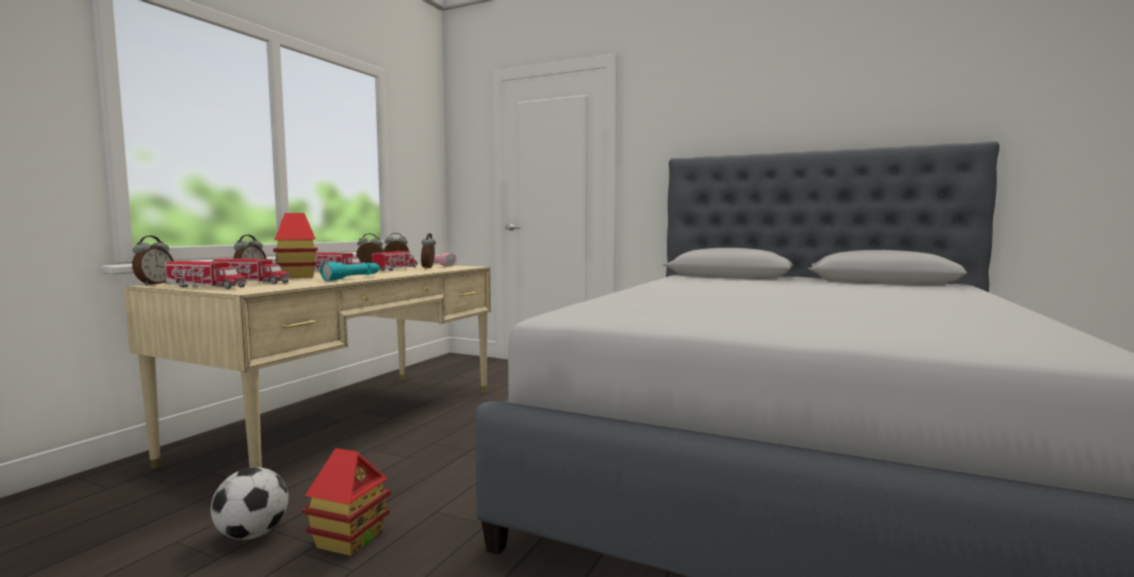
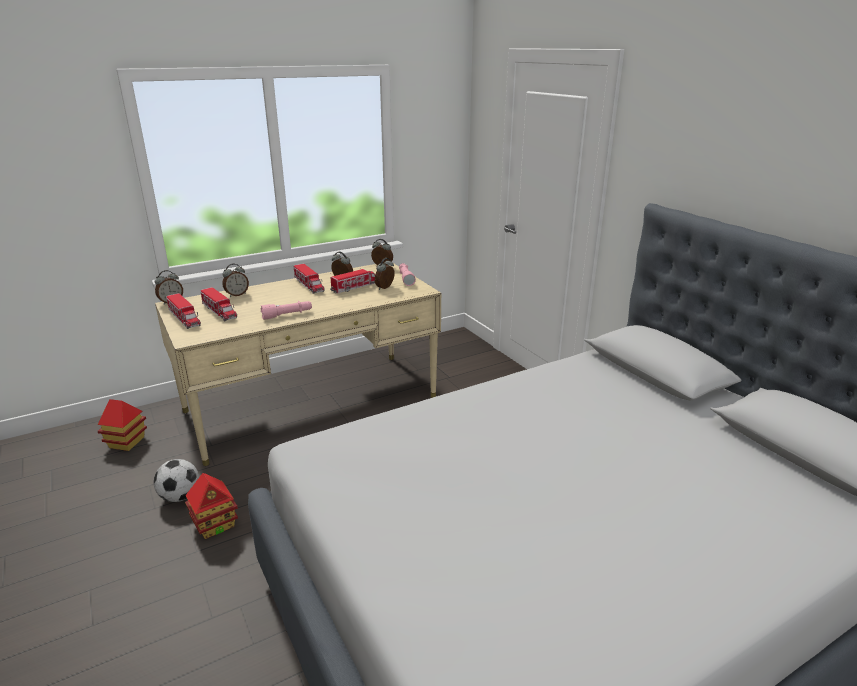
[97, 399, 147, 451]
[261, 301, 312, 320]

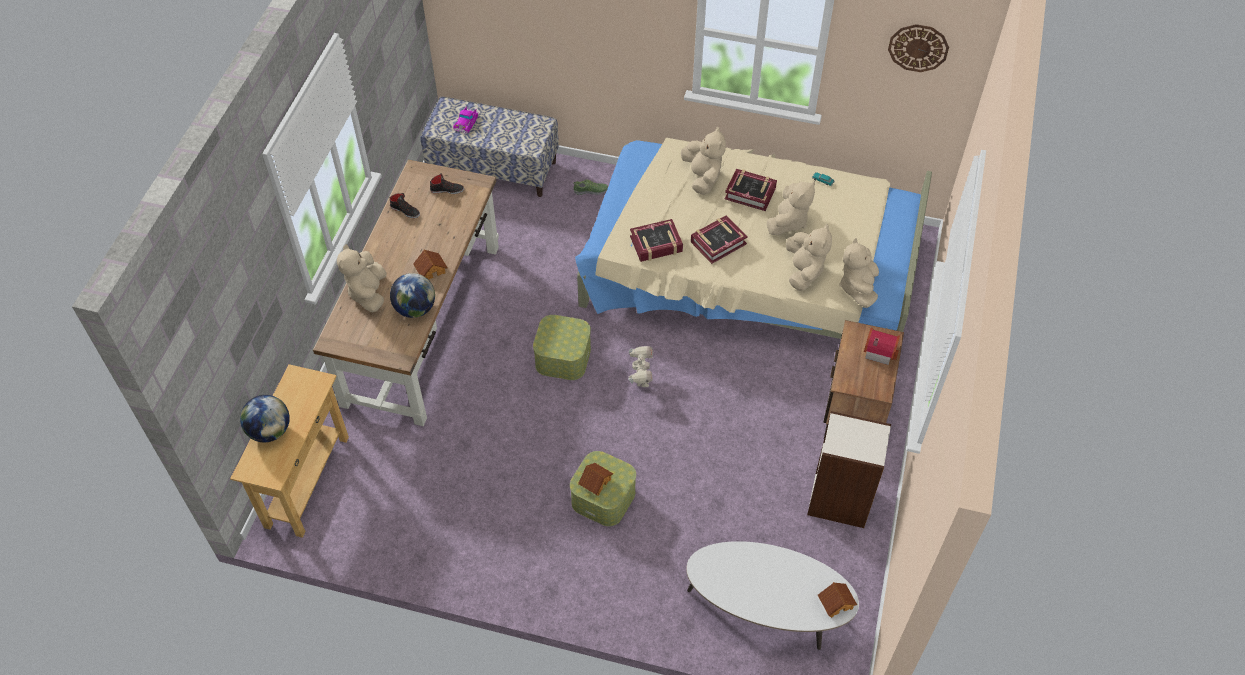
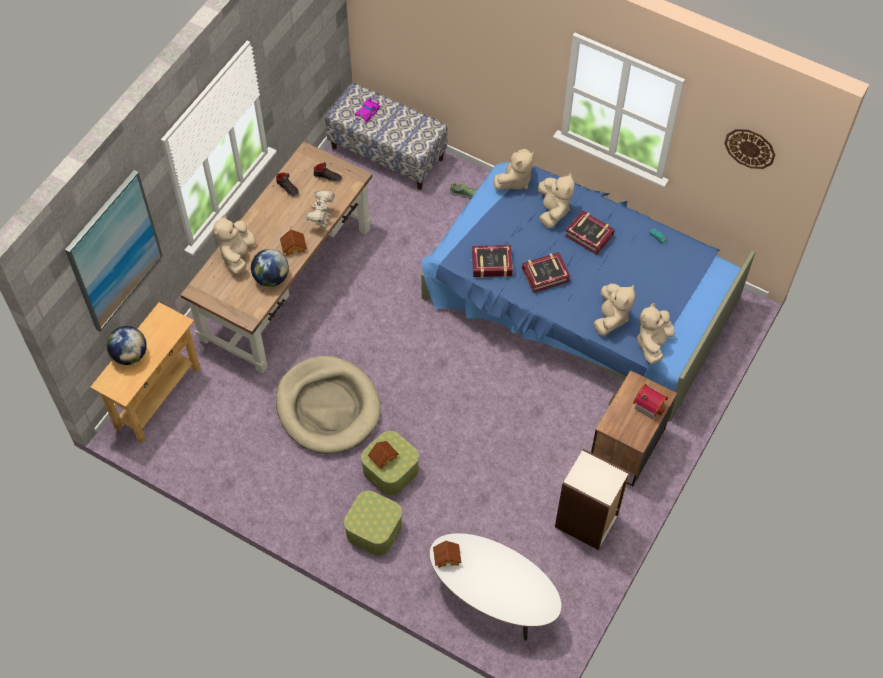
[65, 170, 163, 331]
[276, 356, 381, 454]
[344, 491, 402, 556]
[305, 191, 335, 227]
[494, 149, 535, 190]
[433, 540, 462, 568]
[421, 161, 755, 422]

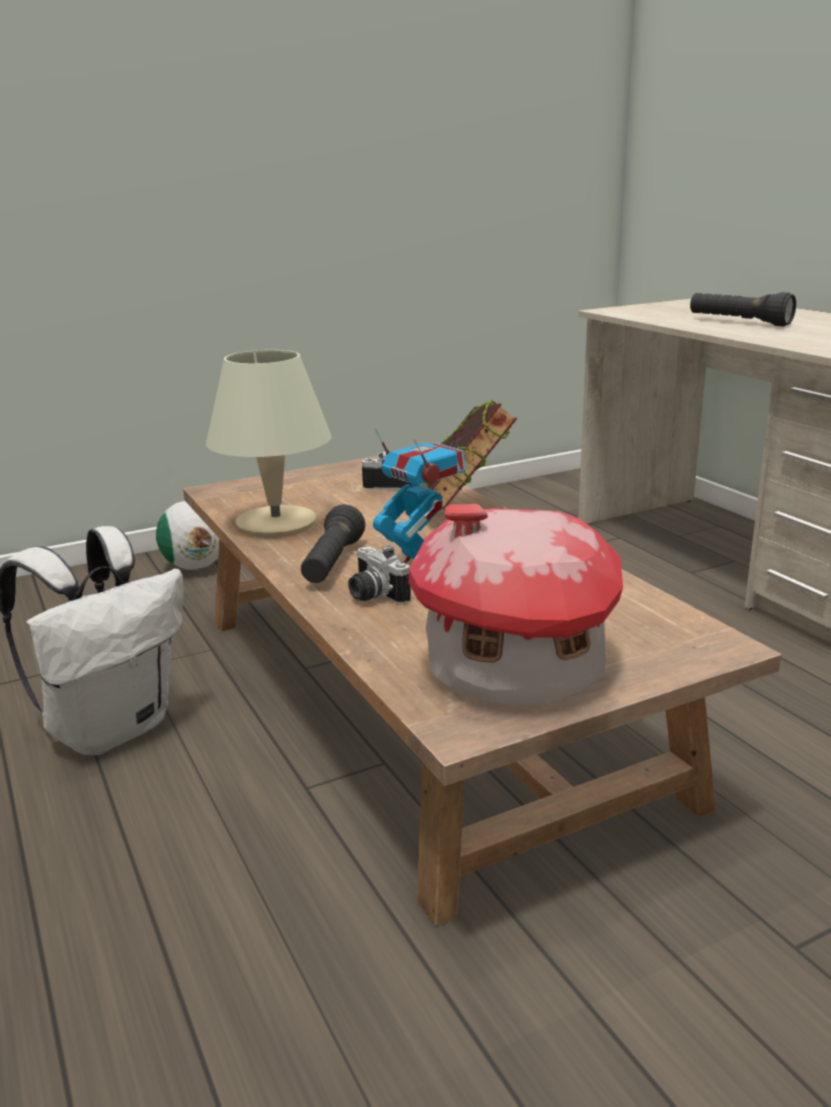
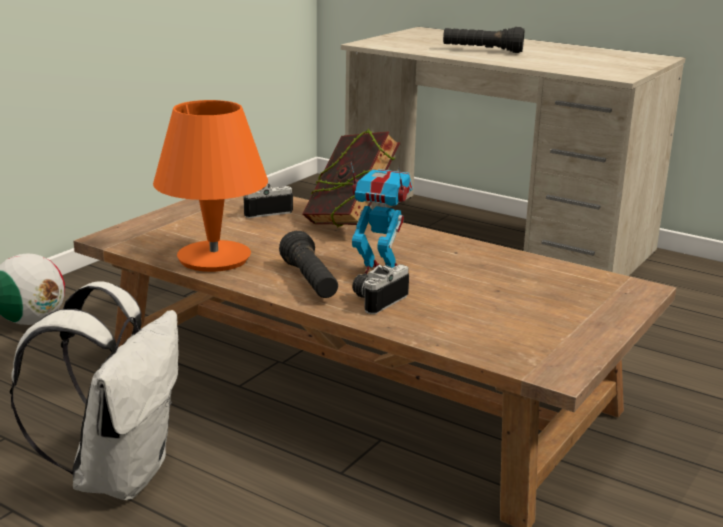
[408, 504, 623, 705] (first image)
[153, 100, 268, 272]
[352, 264, 409, 314]

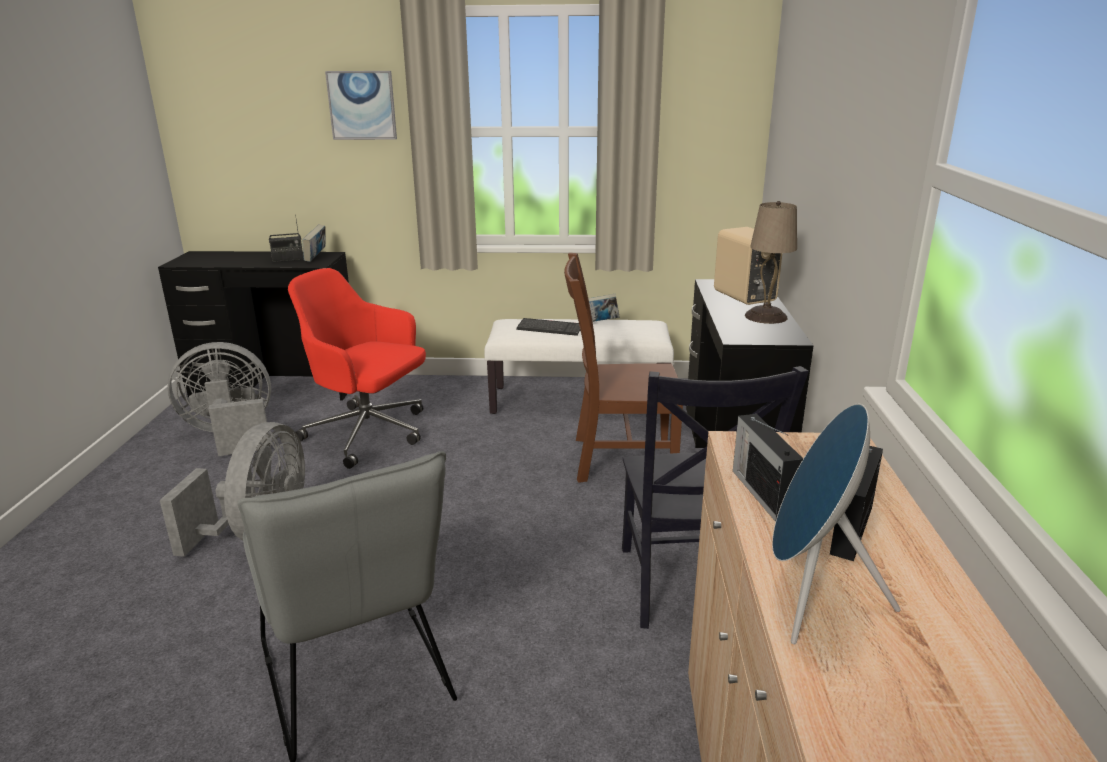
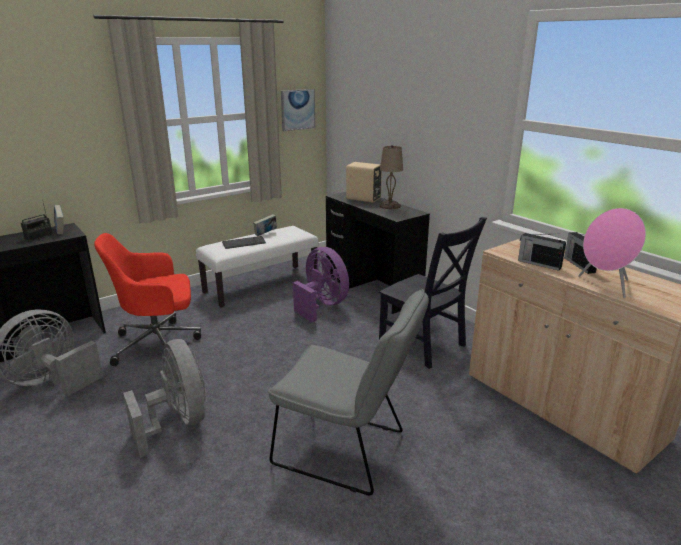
[281, 89, 315, 131]
[293, 247, 349, 322]
[578, 208, 646, 298]

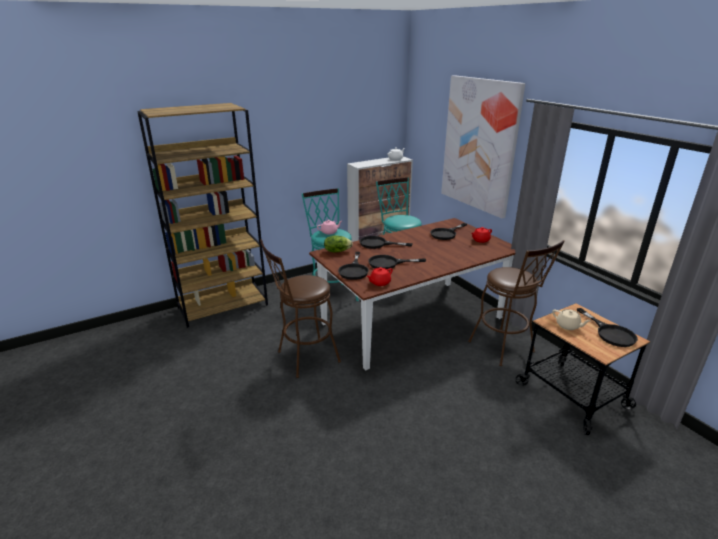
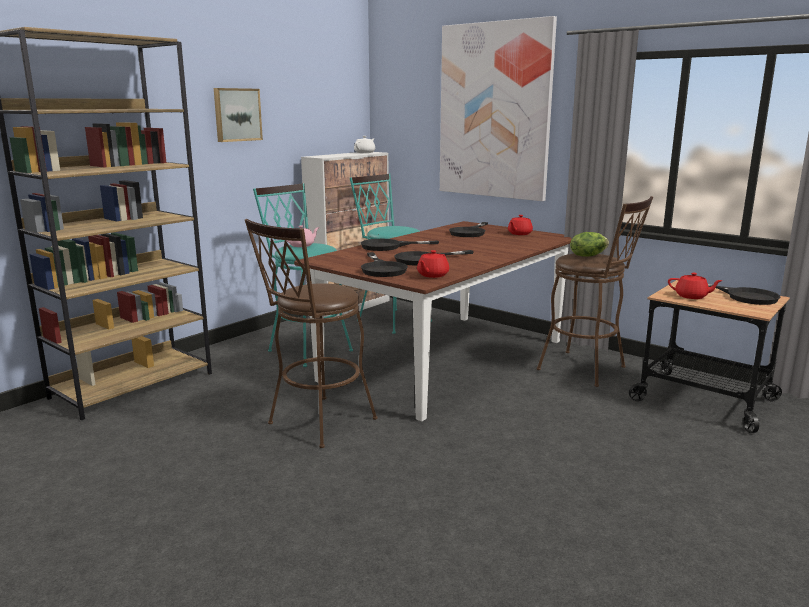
[214, 88, 263, 142]
[570, 232, 609, 257]
[668, 273, 723, 299]

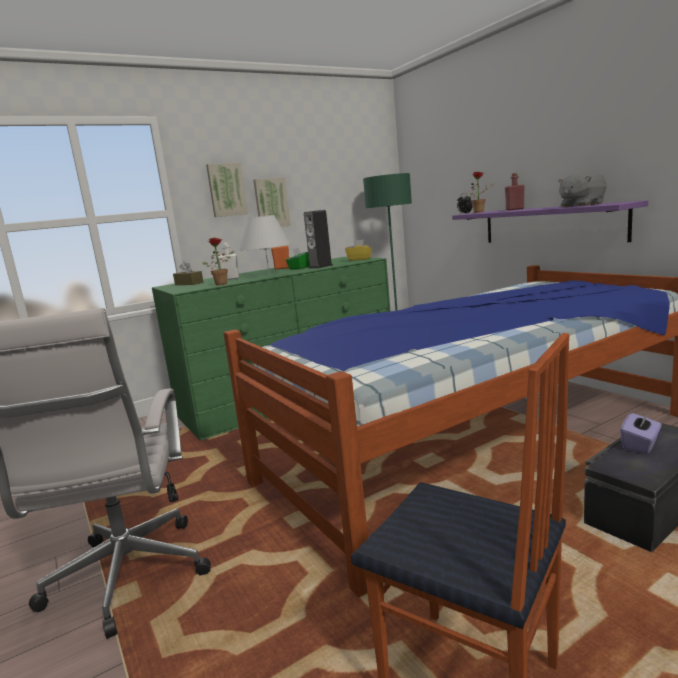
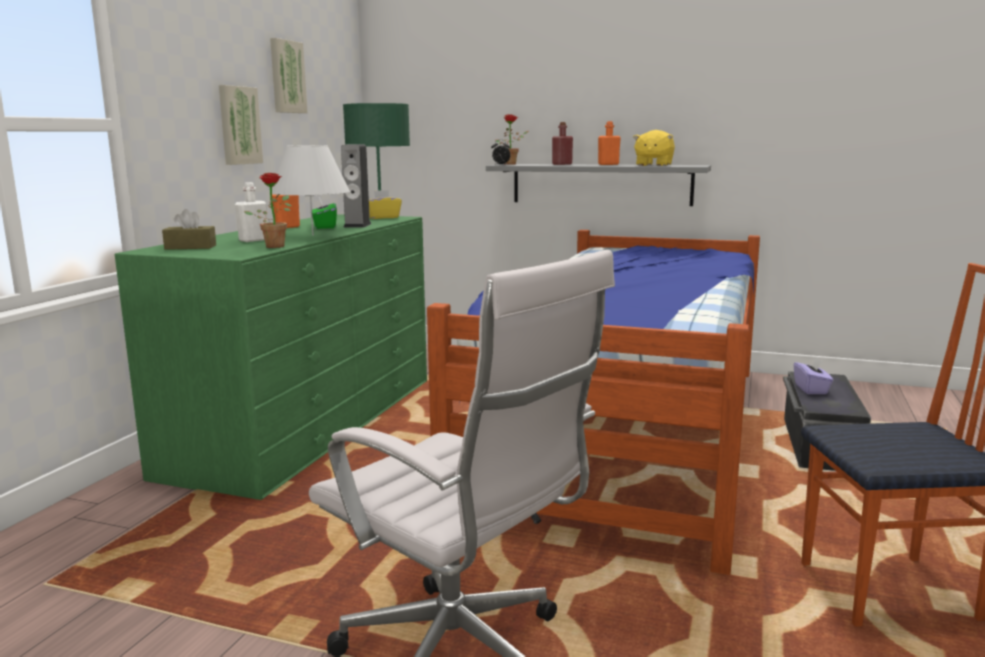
[598, 121, 621, 165]
[270, 38, 308, 113]
[486, 164, 711, 206]
[633, 130, 675, 166]

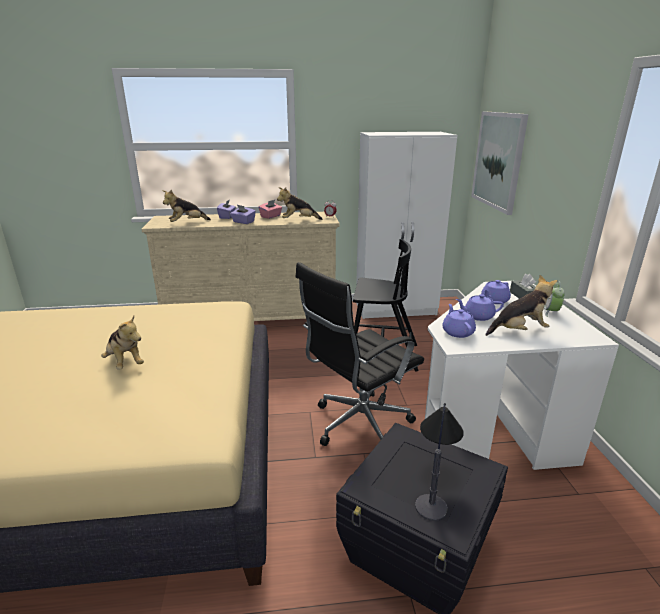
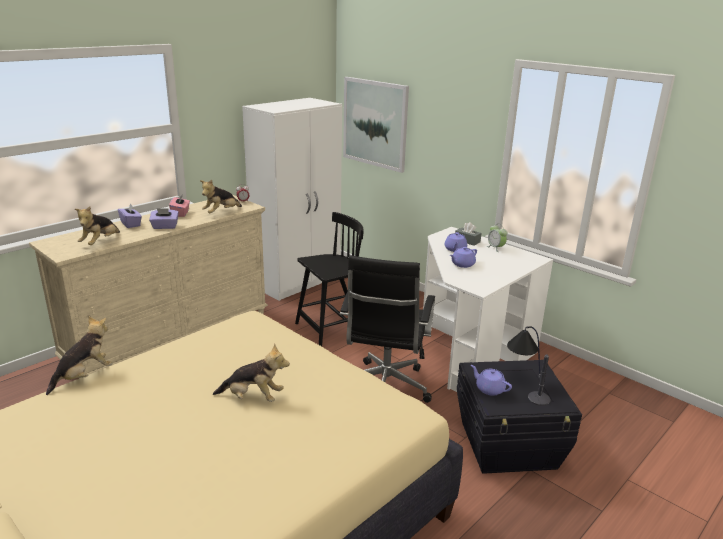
[471, 365, 512, 396]
[46, 316, 113, 395]

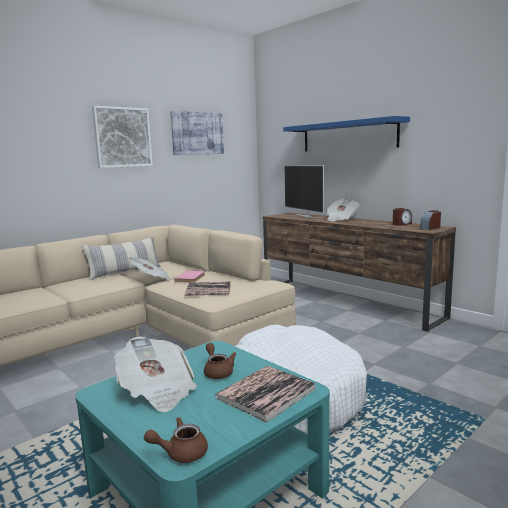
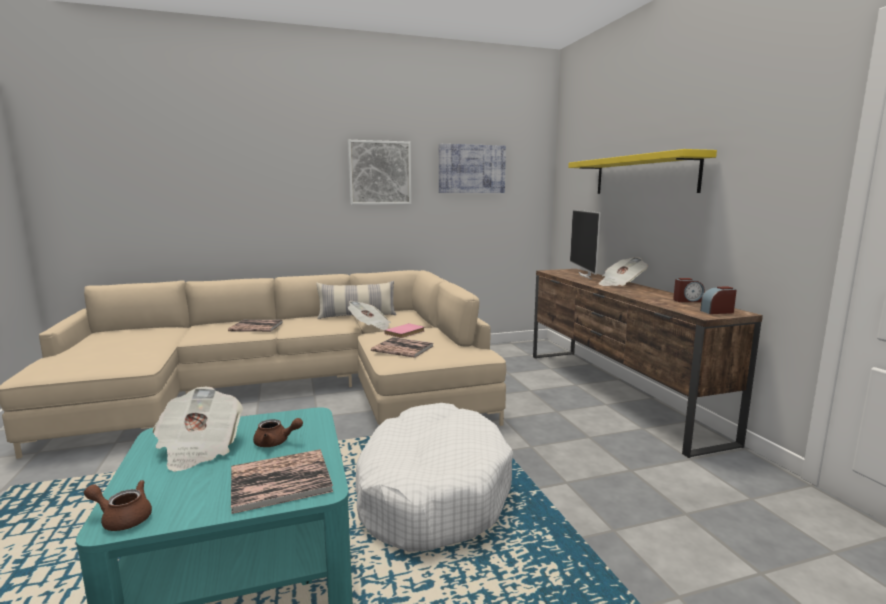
[228, 320, 283, 332]
[568, 149, 717, 194]
[253, 418, 303, 447]

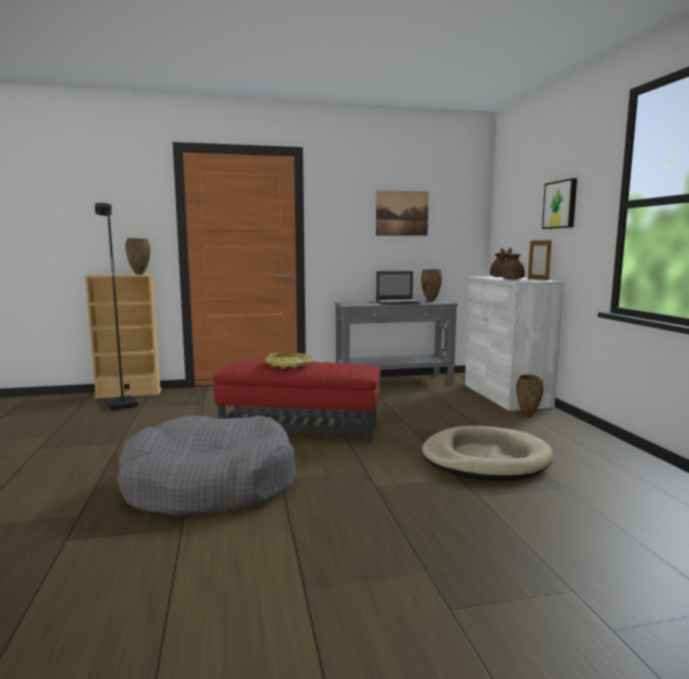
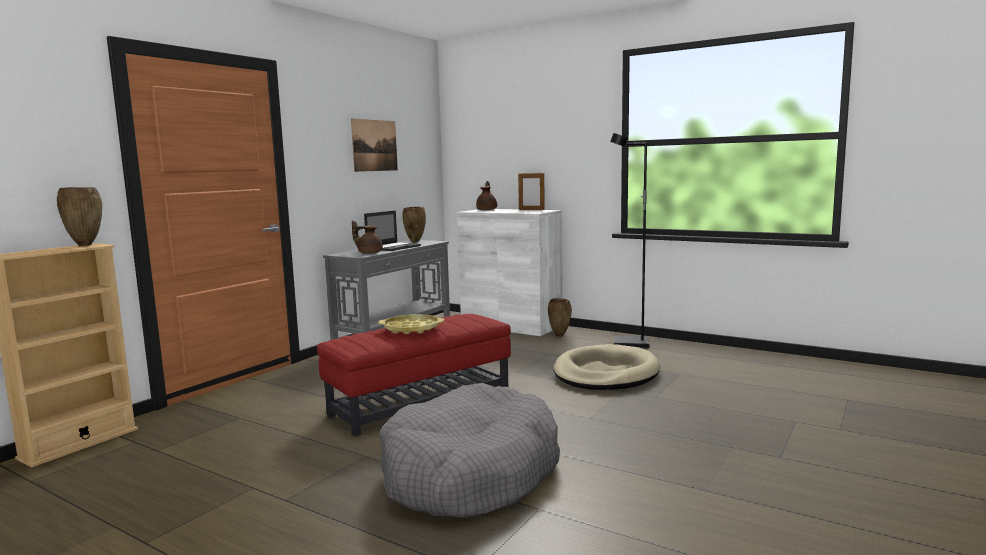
[542, 178, 577, 229] (first image)
[610, 133, 650, 348]
[352, 220, 383, 254]

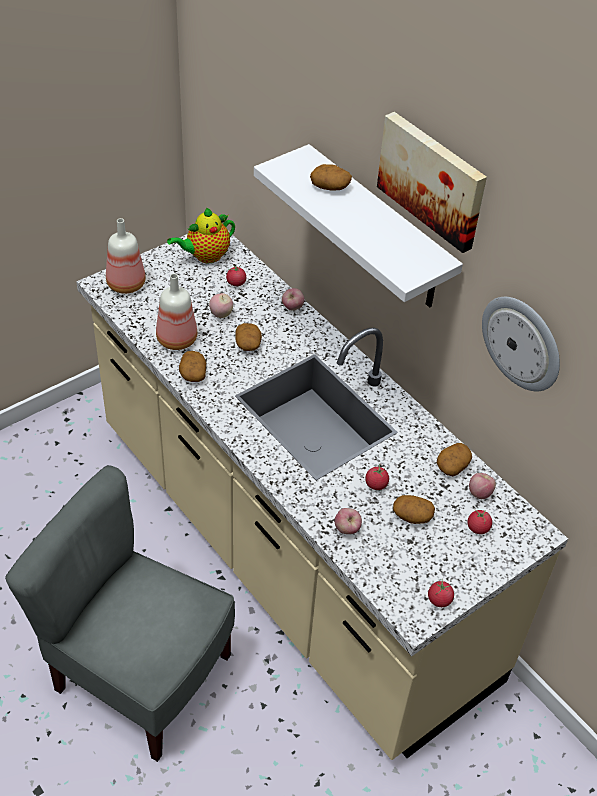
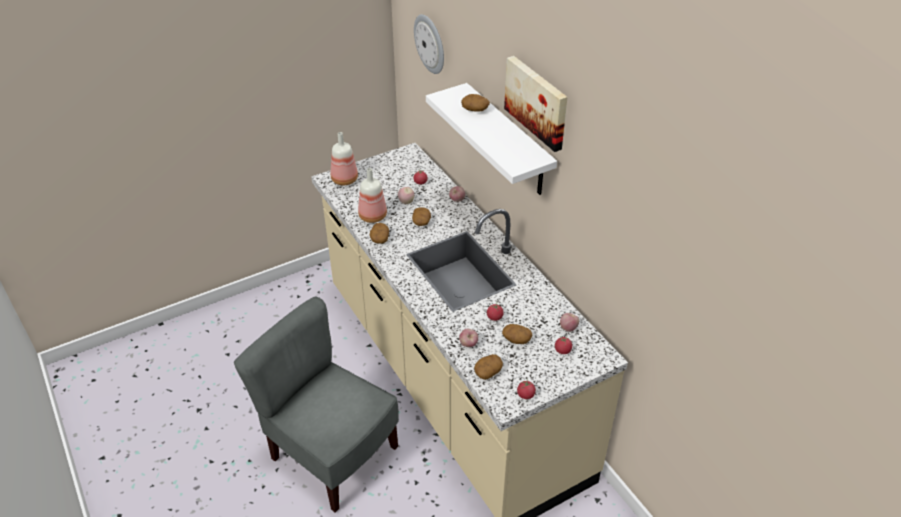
[167, 208, 235, 263] (first image)
[474, 354, 503, 380]
[414, 14, 444, 74]

